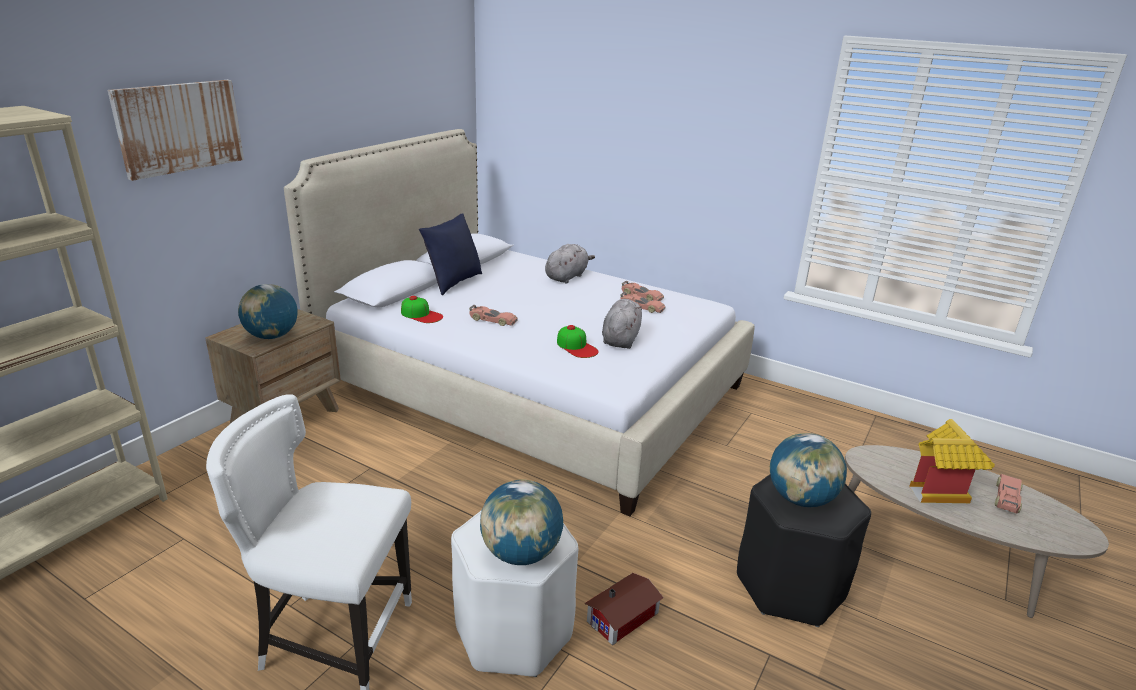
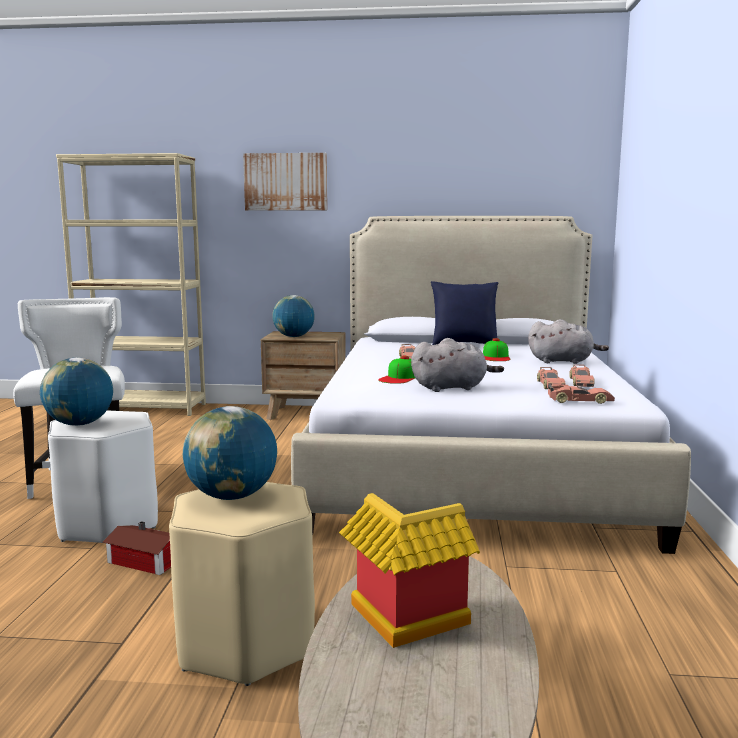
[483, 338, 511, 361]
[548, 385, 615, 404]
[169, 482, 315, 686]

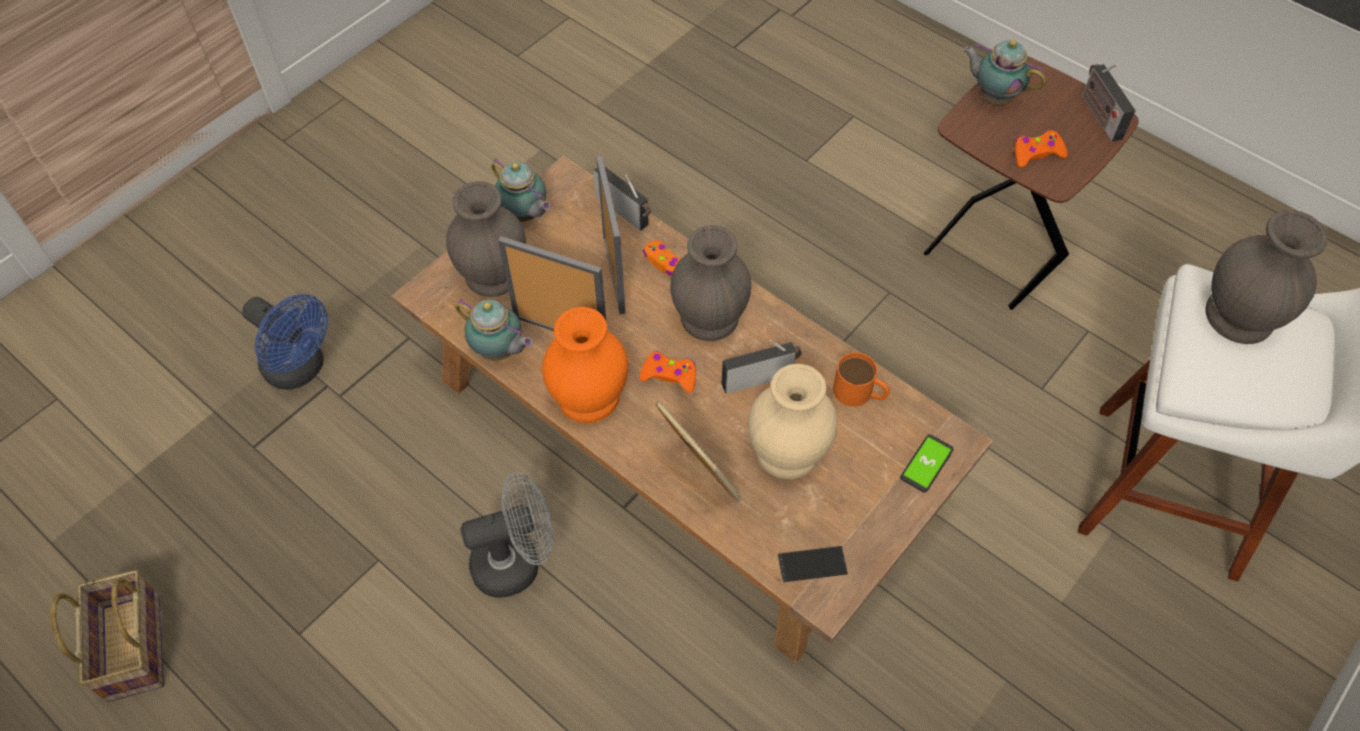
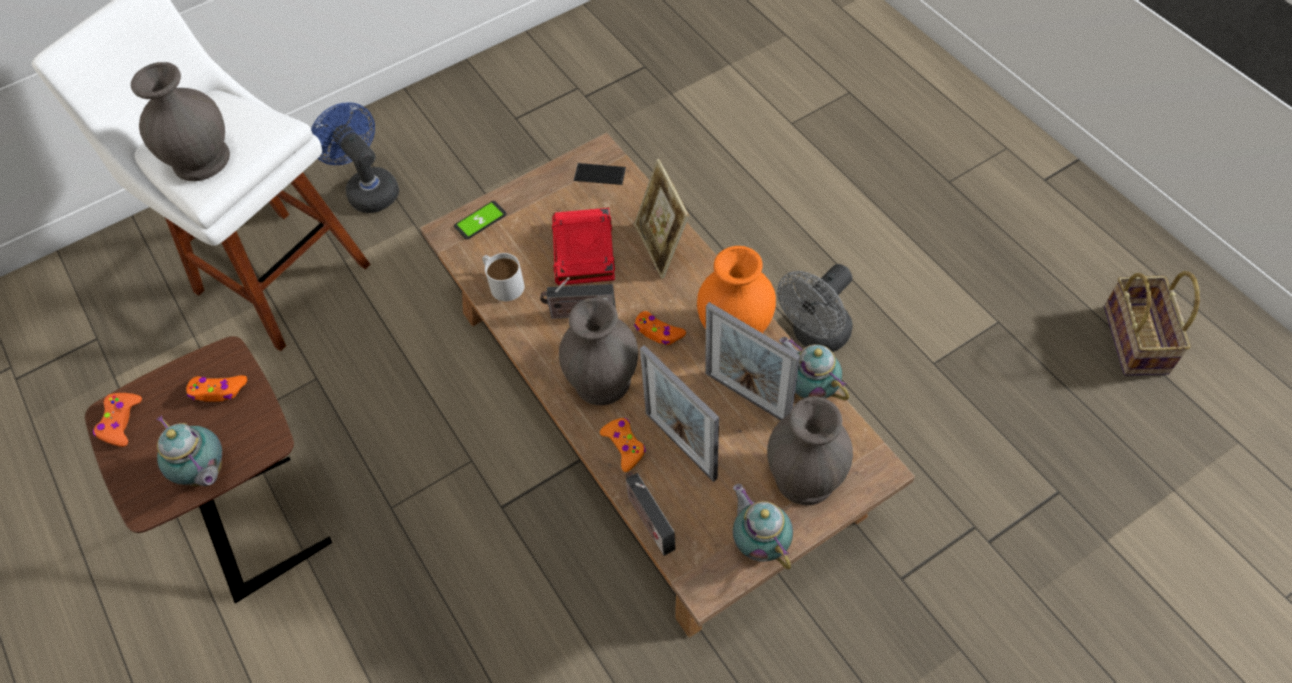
[311, 102, 399, 213]
[552, 208, 615, 285]
[93, 393, 142, 447]
[482, 253, 525, 301]
[777, 264, 853, 352]
[640, 345, 719, 482]

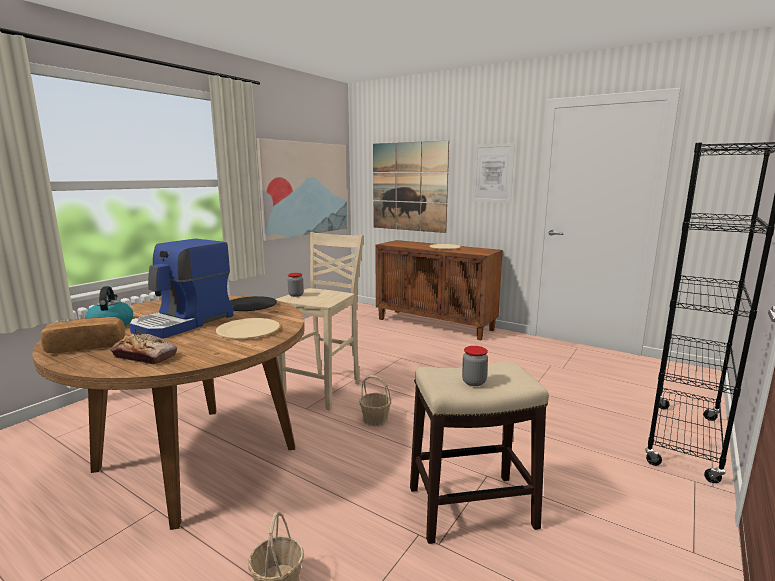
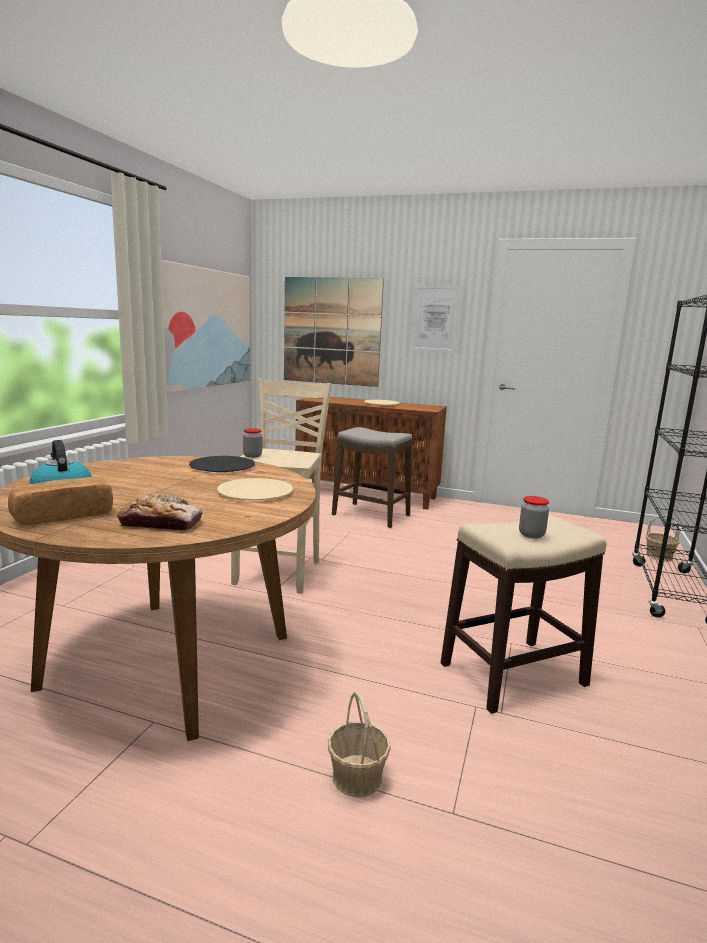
[130, 239, 233, 339] (first image)
[332, 427, 412, 528]
[646, 515, 680, 562]

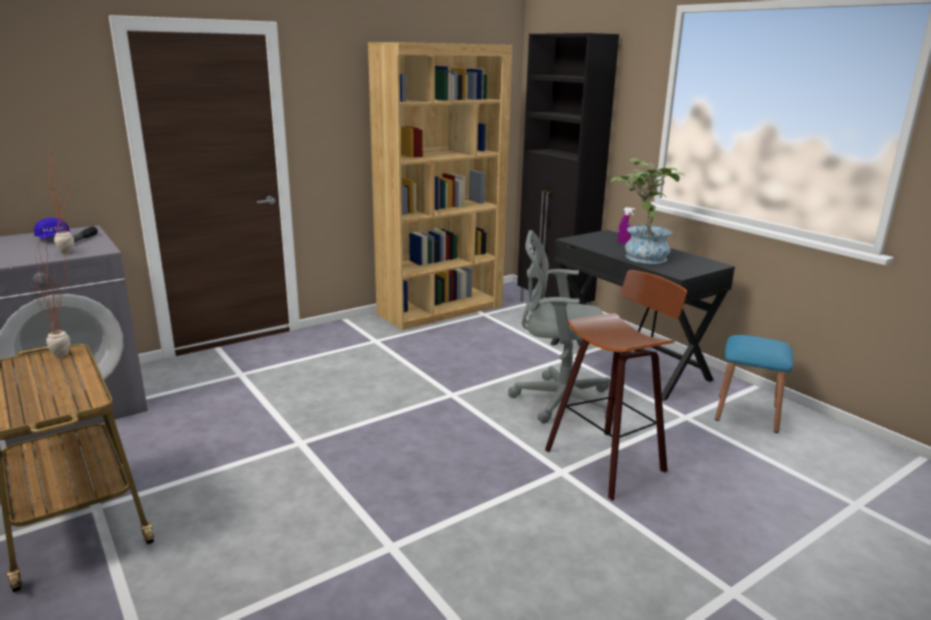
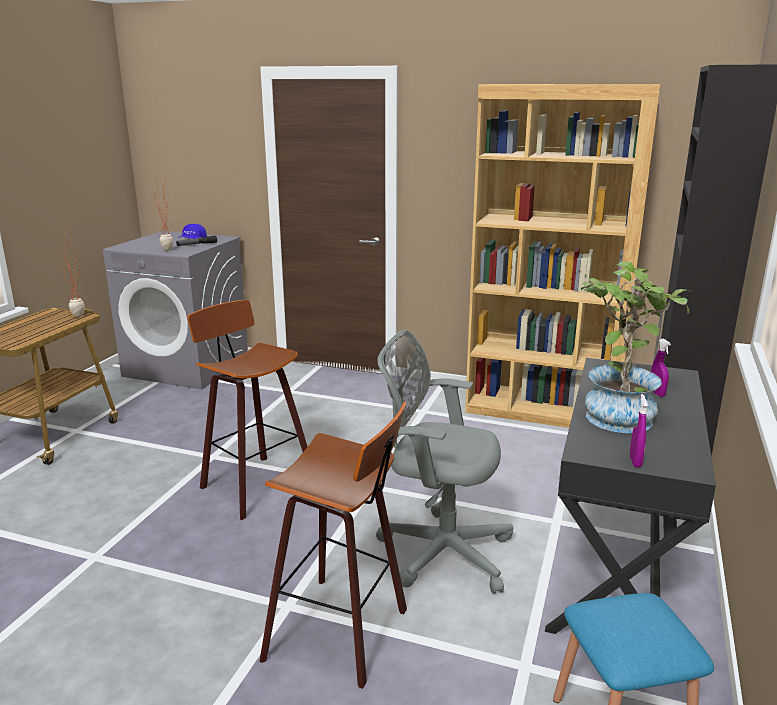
[187, 300, 308, 520]
[630, 394, 648, 468]
[376, 329, 513, 594]

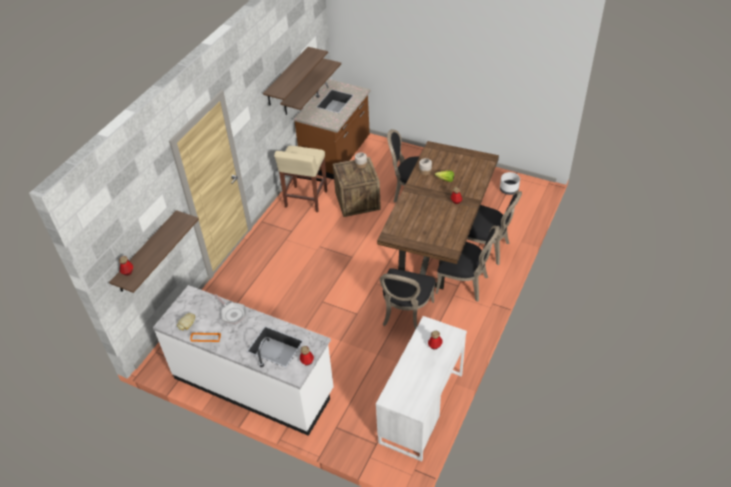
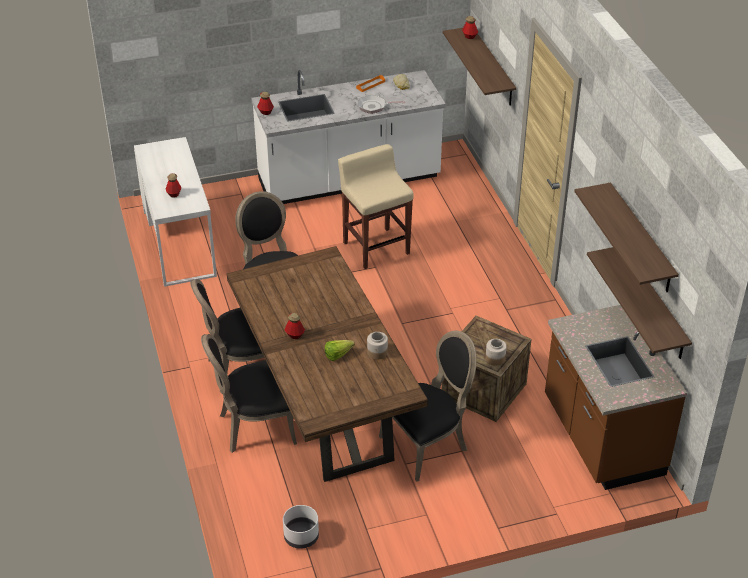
[338, 144, 414, 269]

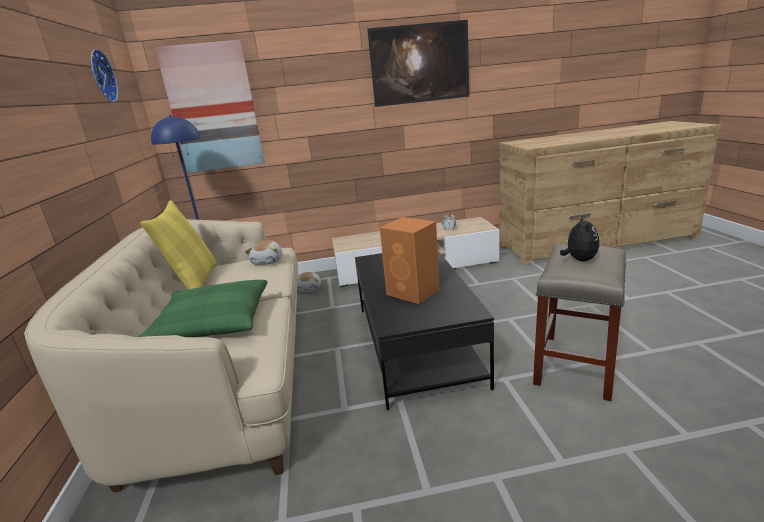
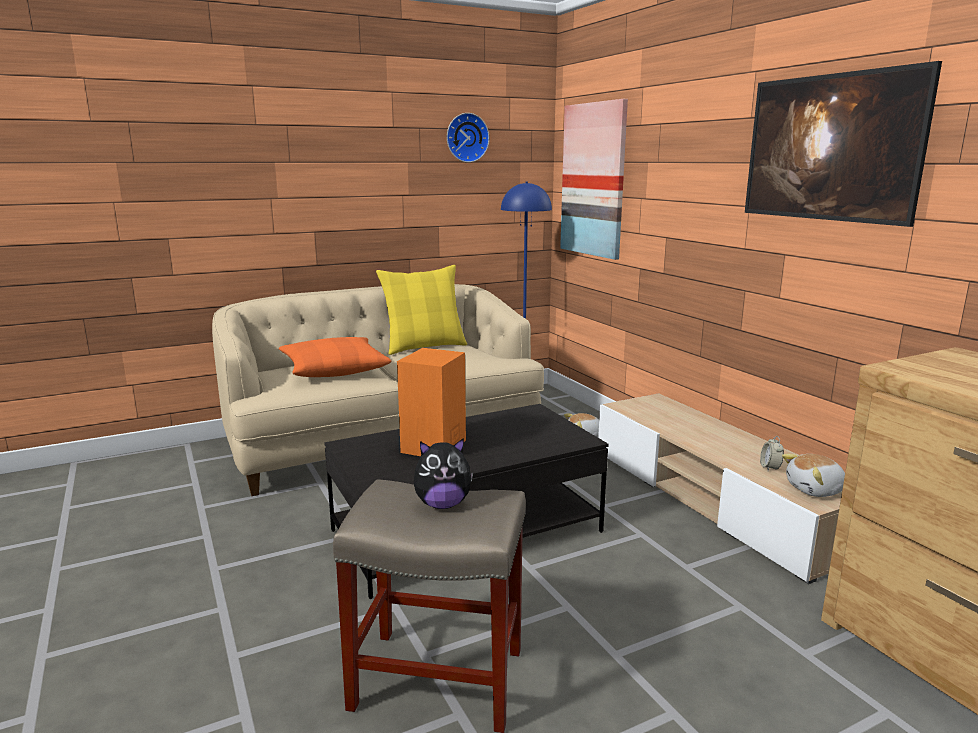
[782, 454, 845, 497]
[279, 337, 391, 377]

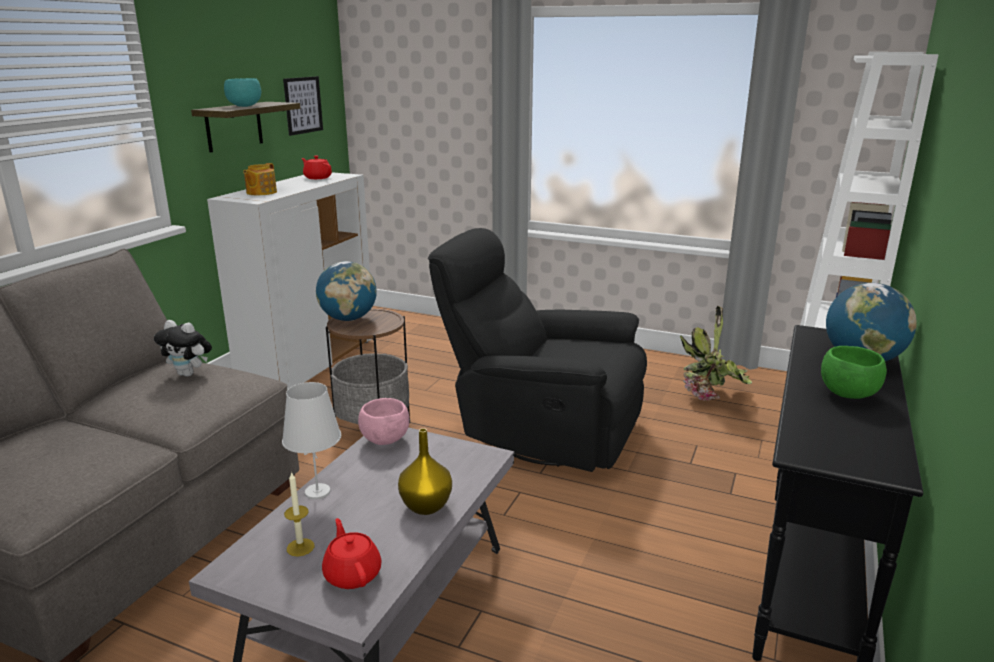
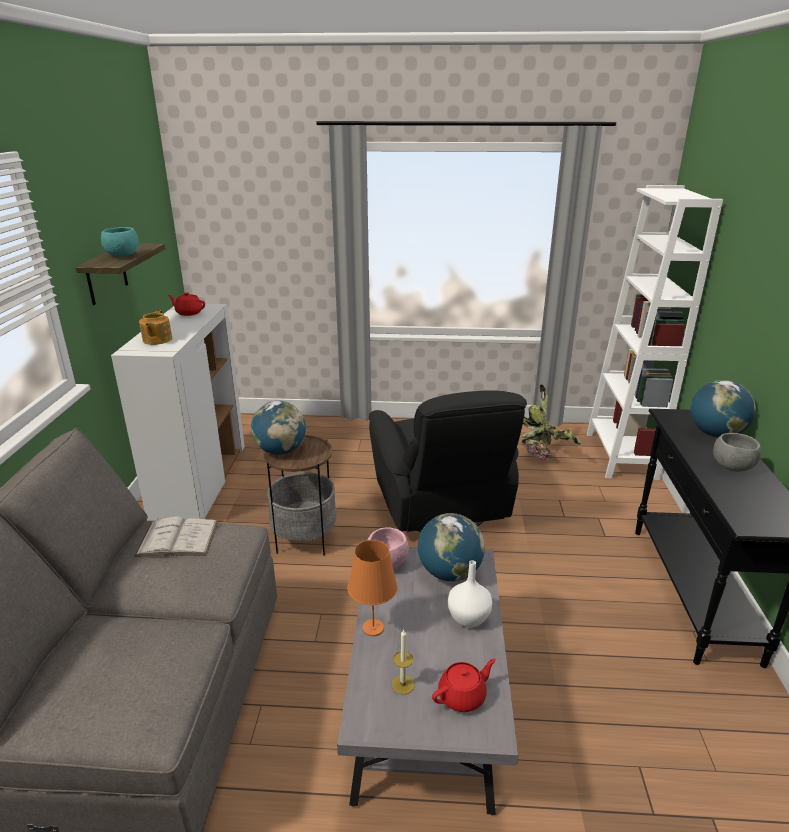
[283, 76, 323, 136] (first image)
[418, 513, 485, 581]
[134, 516, 218, 557]
[347, 540, 398, 636]
[448, 560, 492, 627]
[713, 433, 761, 472]
[432, 658, 496, 712]
[369, 390, 527, 532]

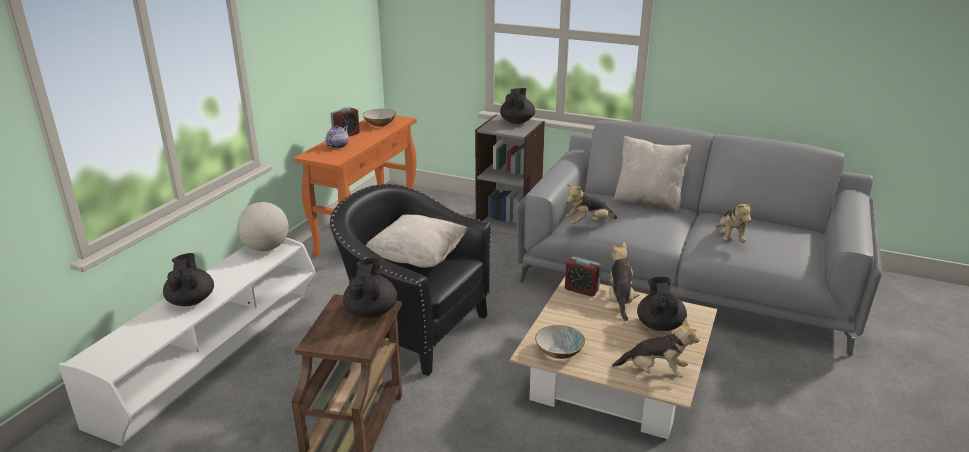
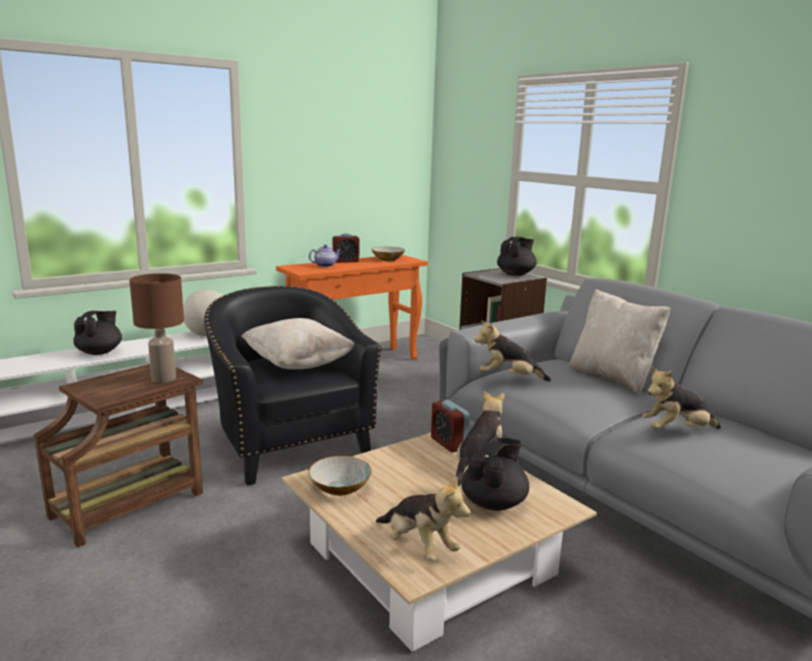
[129, 273, 184, 383]
[642, 367, 721, 429]

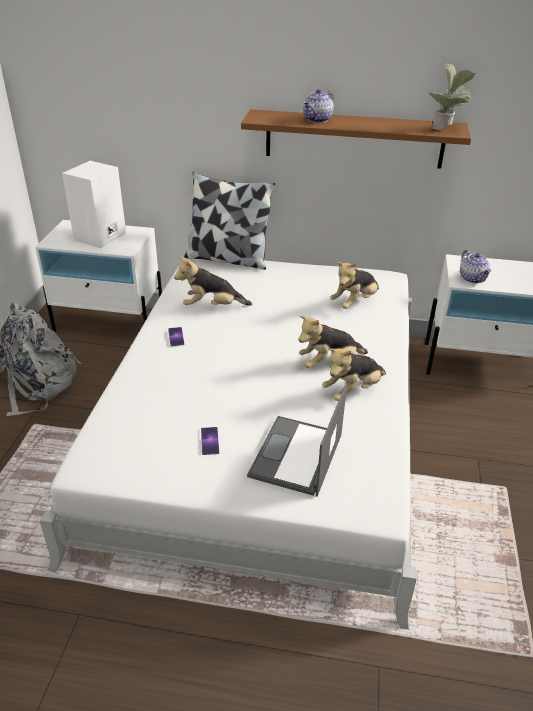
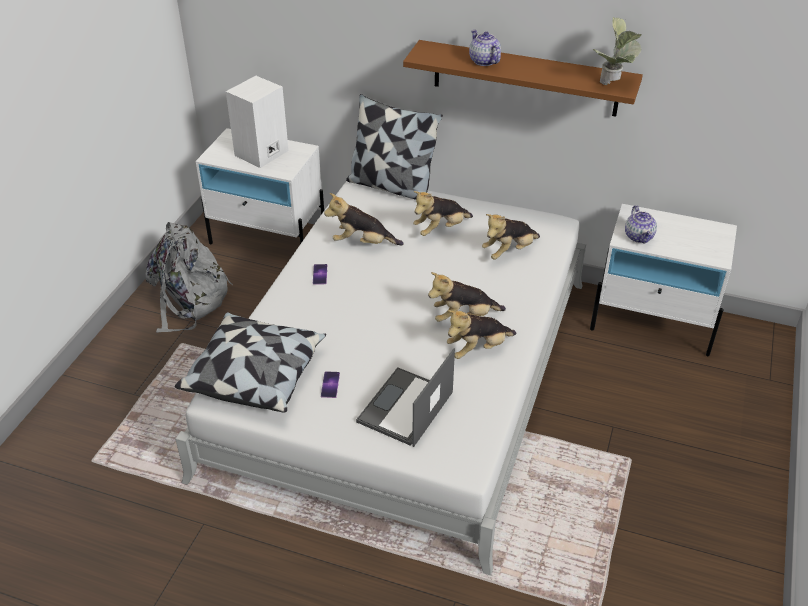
[175, 312, 326, 413]
[413, 191, 473, 236]
[469, 30, 501, 66]

